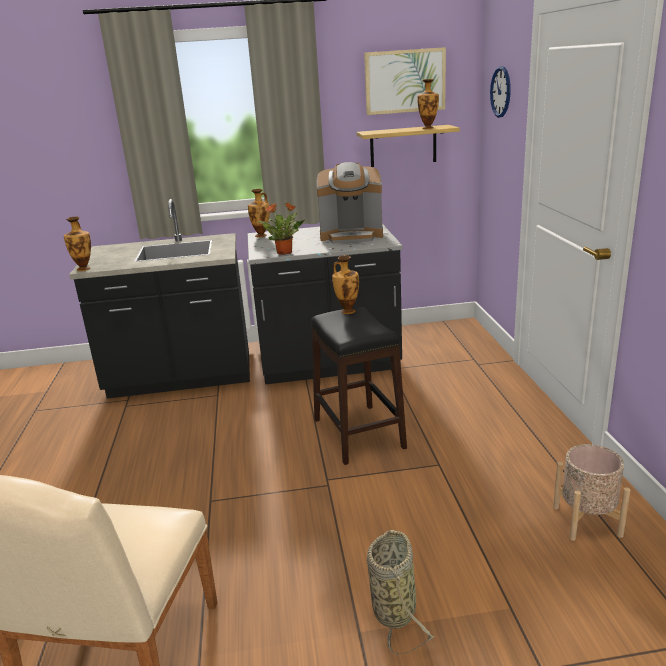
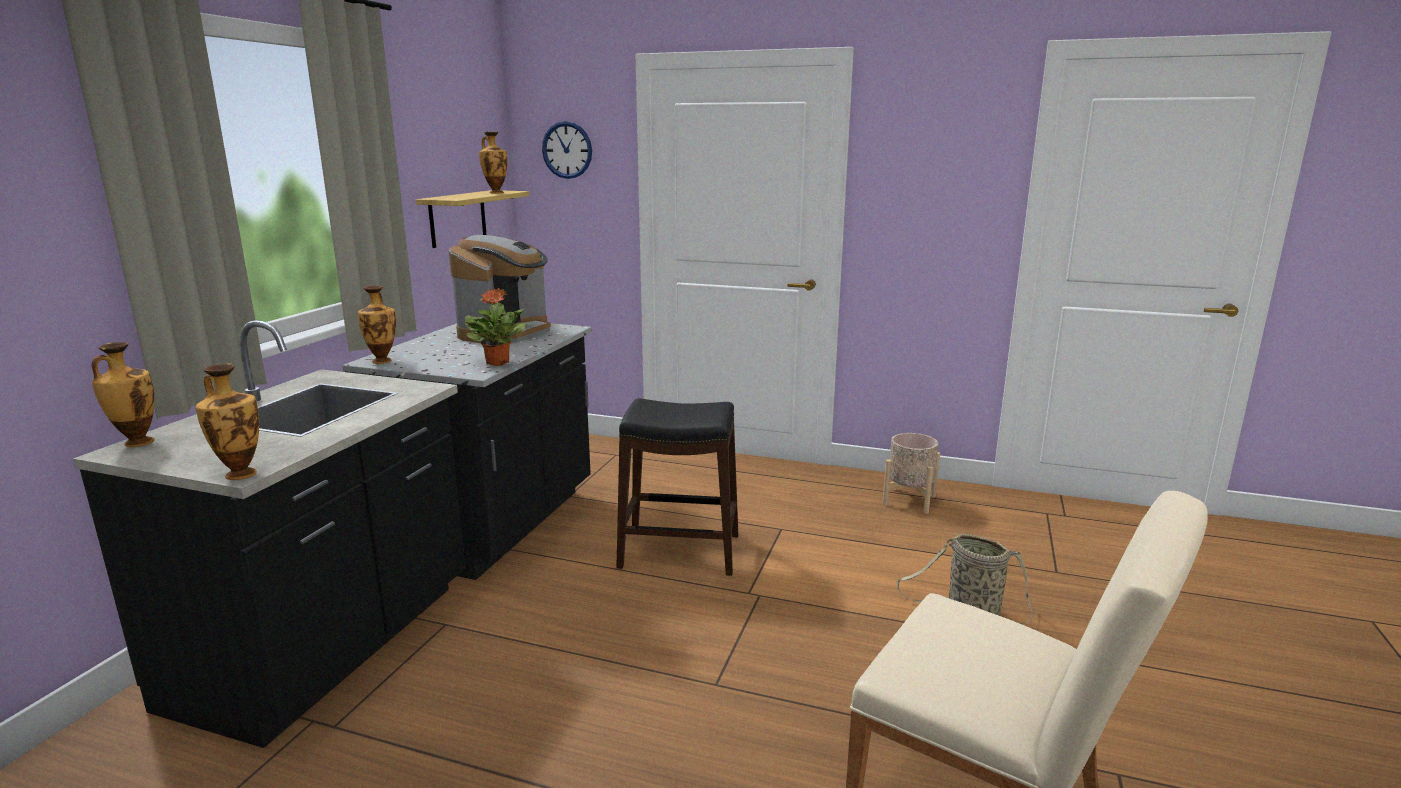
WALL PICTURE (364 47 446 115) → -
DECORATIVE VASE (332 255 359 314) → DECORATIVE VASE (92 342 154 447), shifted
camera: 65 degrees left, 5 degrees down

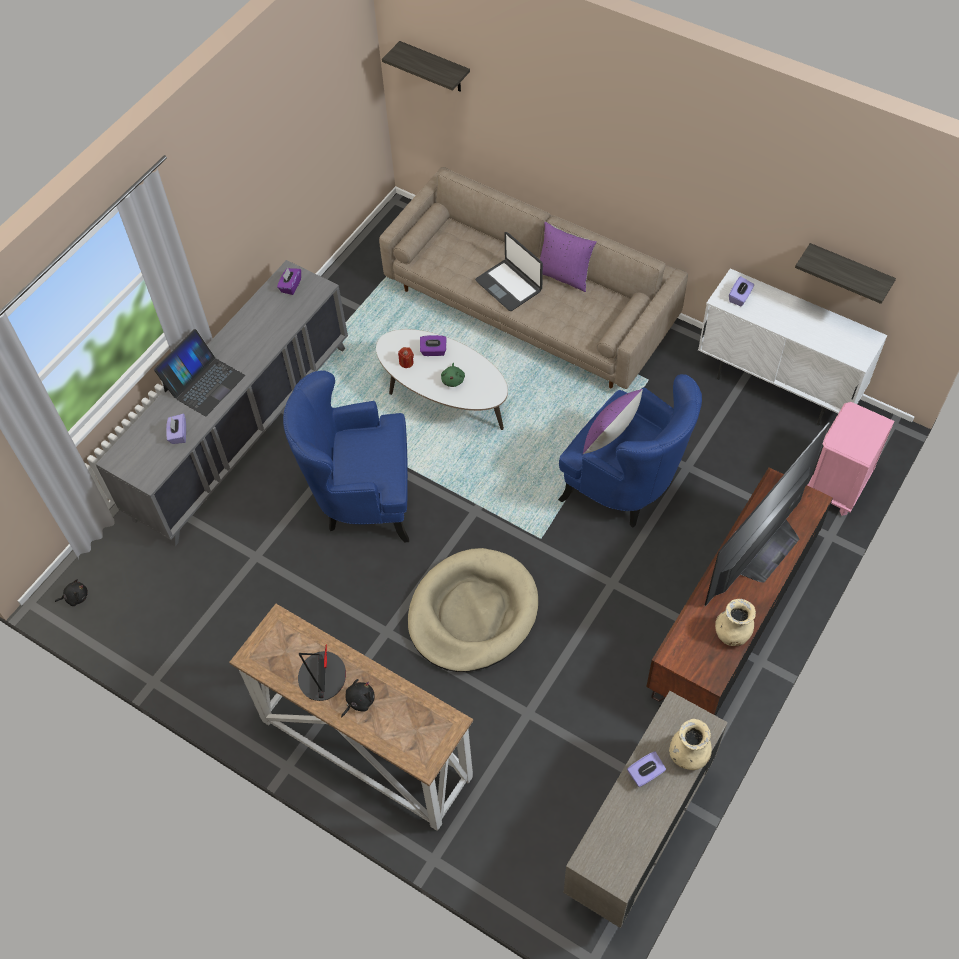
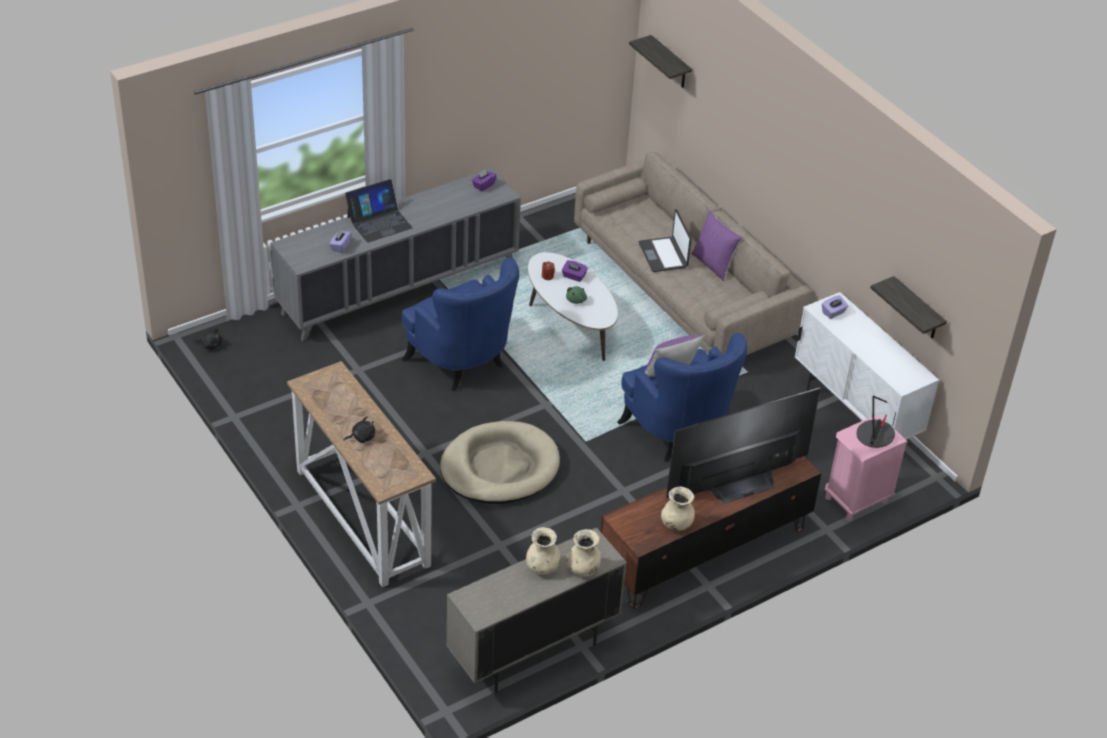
TABLETOP LAMP (298 645 346 701) → TABLETOP LAMP (856 396 895 448), shifted
PURPLISH TISSUE HOLDER (627 751 666 787) → BEIGE DECORATIVE VASE (526 527 561 574)
BLUE ARMCHAIR (283 370 409 542) → BLUE ARMCHAIR (402 258 519 391), 150 degrees counterclockwise
camera: 20 degrees right, 15 degrees down

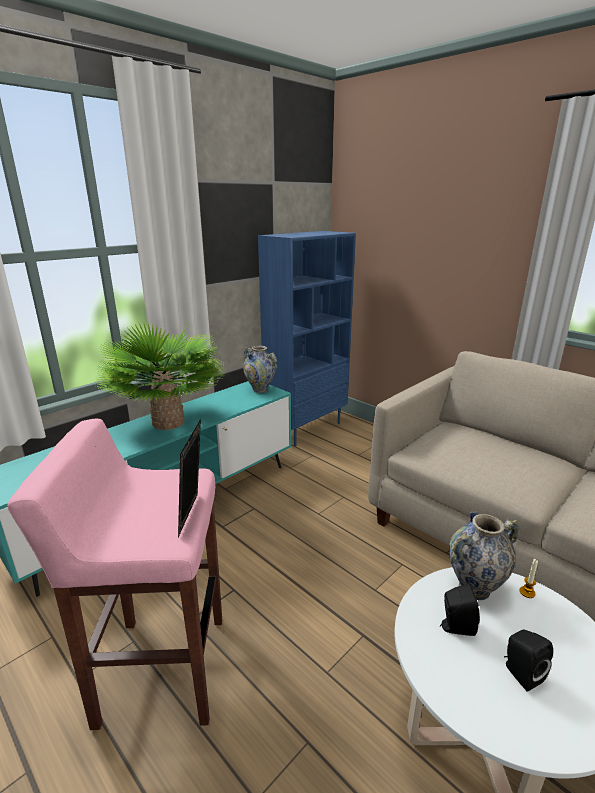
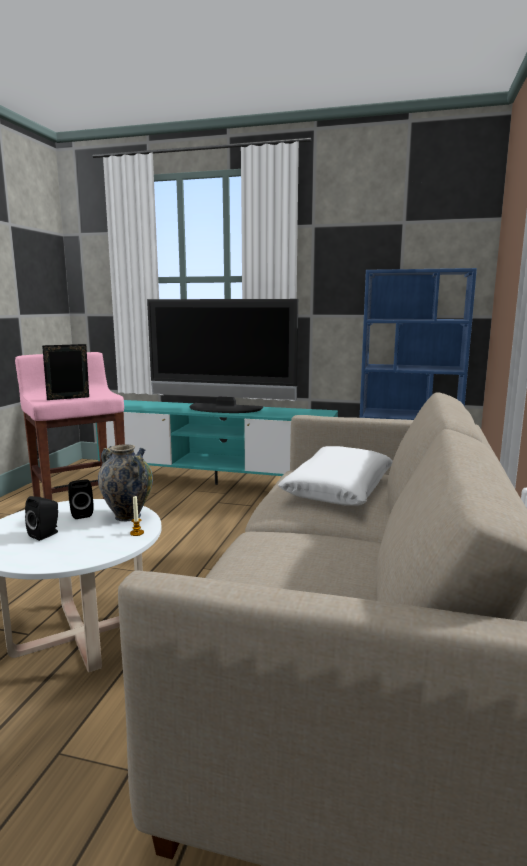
DECORATIVE VASE (243 346 277 393) → -
- → WHITE THROW PILLOW (278 446 393 506)
POTTED PLANT (97 322 225 430) → TV (147 299 298 413)
camera: 60 degrees right, 10 degrees down

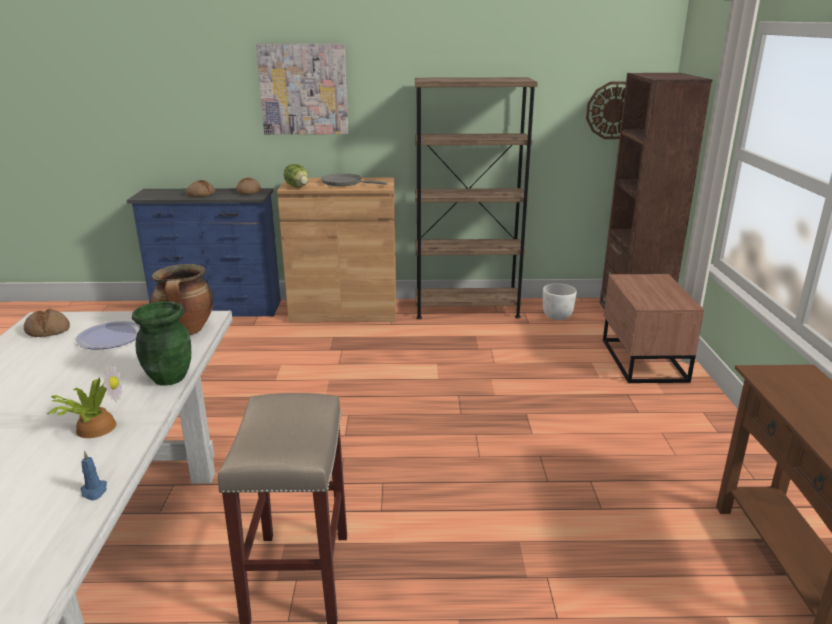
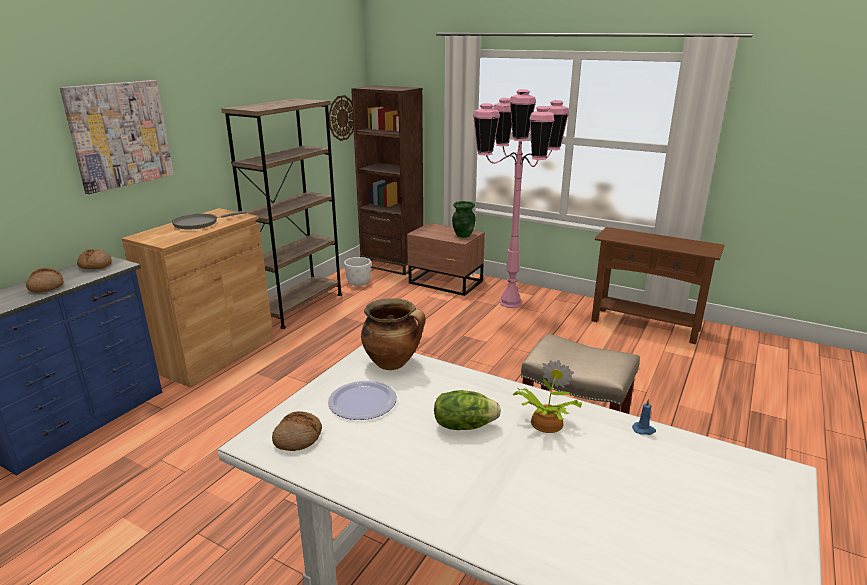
- → PINK STANDARD LAMP (473 89 569 308)
GREENISH DECORATIVE VASE (132 301 191 386) → GREENISH DECORATIVE VASE (452 201 475 238), shifted
HEAD OF LETTUCE (284 164 309 187) → HEAD OF LETTUCE (434 390 501 430), shifted
camera: 60 degrees left, 0 degrees up

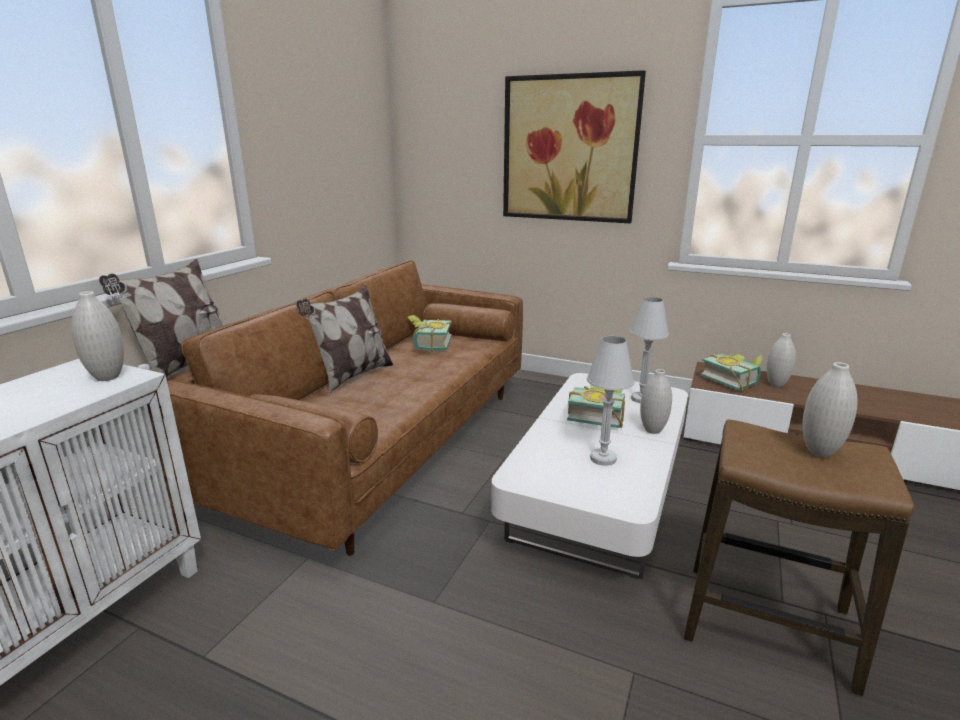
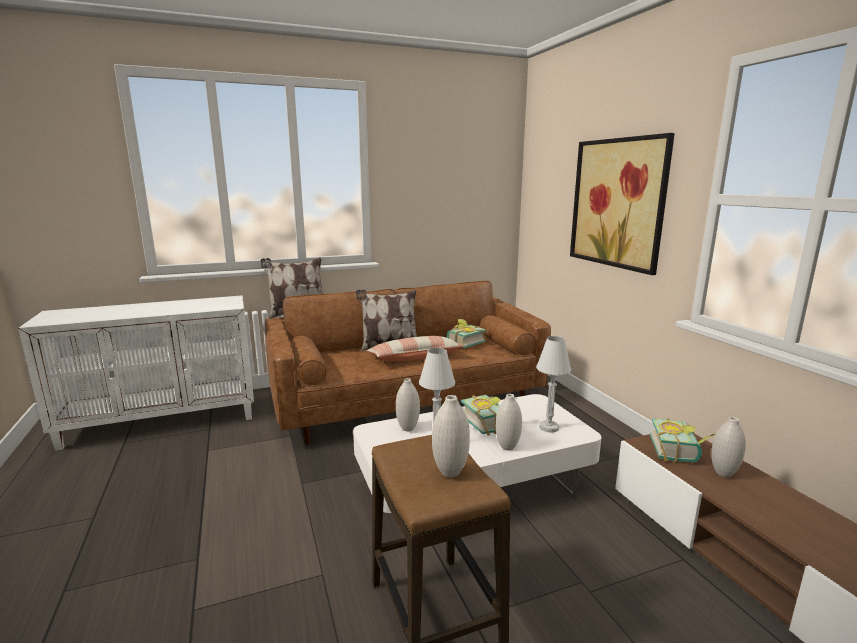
- → THROW PILLOW (367 336 464 362)
WHITE DECORATIVE VASE (71 291 124 381) → WHITE DECORATIVE VASE (396 378 420 431), shifted
camera: 45 degrees right, 5 degrees down

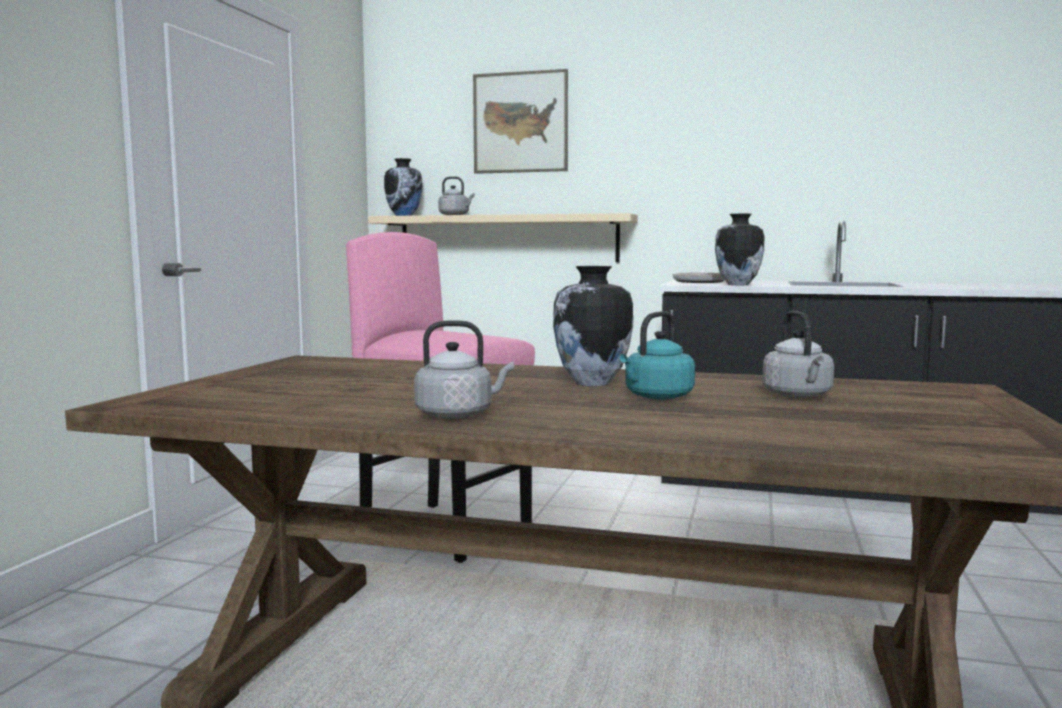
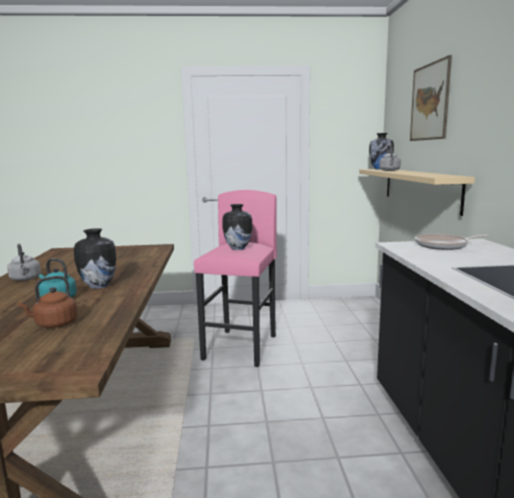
DECORATIVE VASE (715 214 764 285) → DECORATIVE VASE (222 204 253 250), shifted
GREY TEA KETTLE (762 311 834 398) → BROWNISH TEA KETTLE (18 276 78 328)
camera: 70 degrees right, 5 degrees up

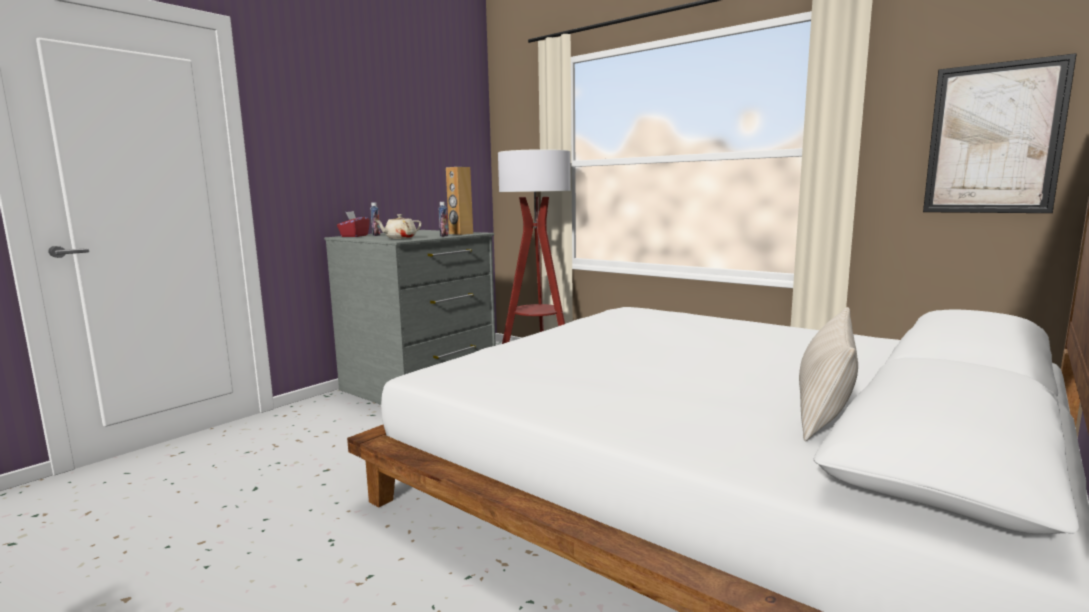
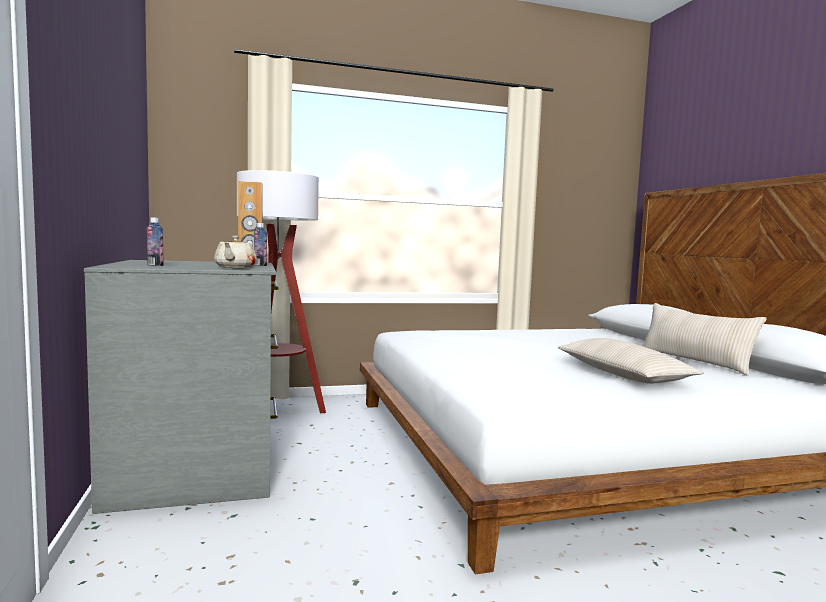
RED TISSUE HOLDER (337 211 370 237) → -
WALL PICTURE (923 53 1077 213) → -
- → BEIGE THROW PILLOW (558 338 704 384)
camera: 55 degrees left, 5 degrees down

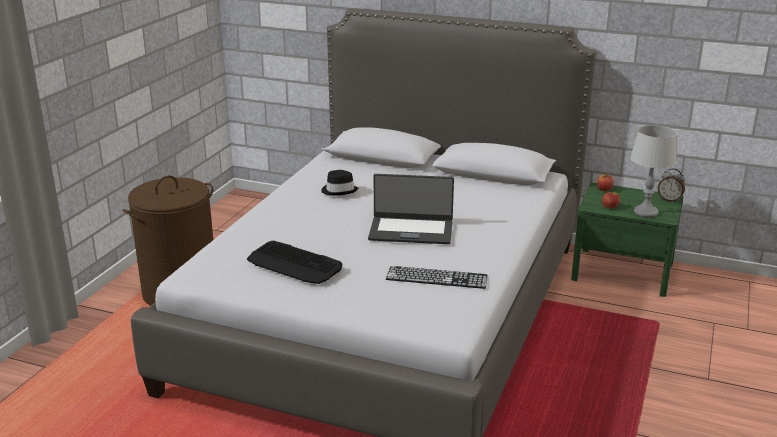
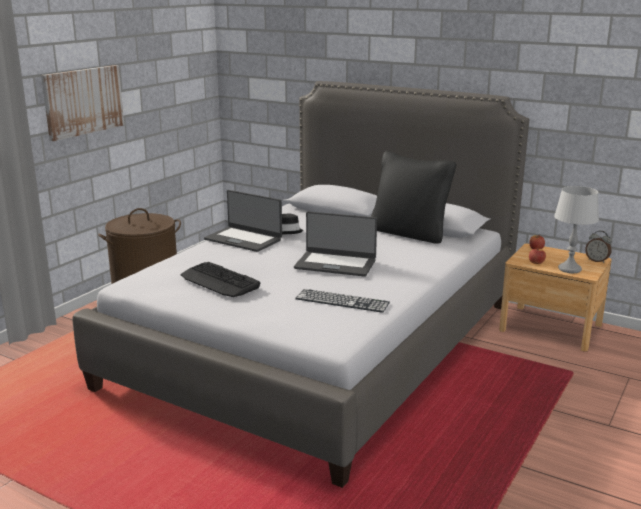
- → WALL PICTURE (41 65 124 141)
- → LAPTOP (204 190 282 252)
- → BLACKISH THROW PILLOW (371 151 457 244)
GREENISH BEDSIDE TABLE (571 183 683 297) → BROWNISH BEDSIDE TABLE (499 243 612 352)
camera: 10 degrees right, 5 degrees down

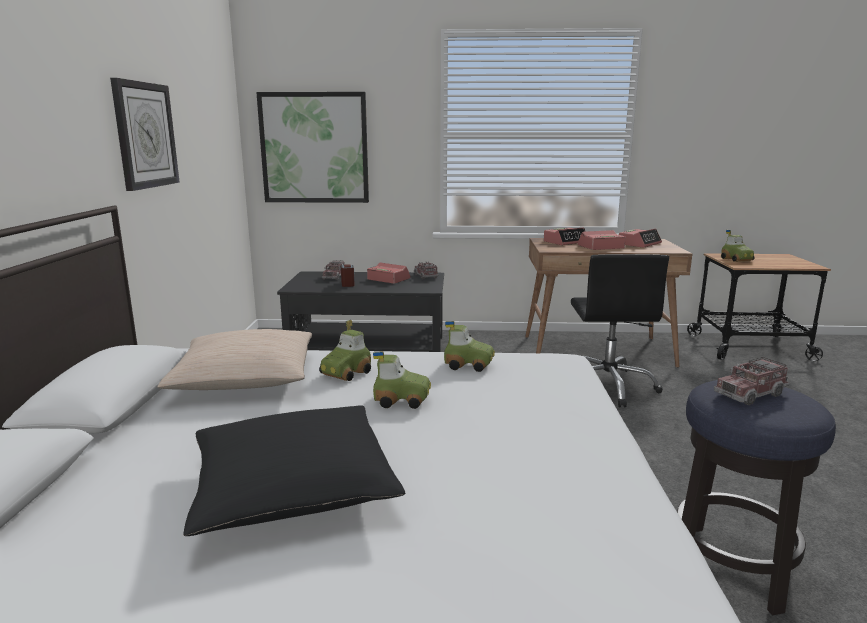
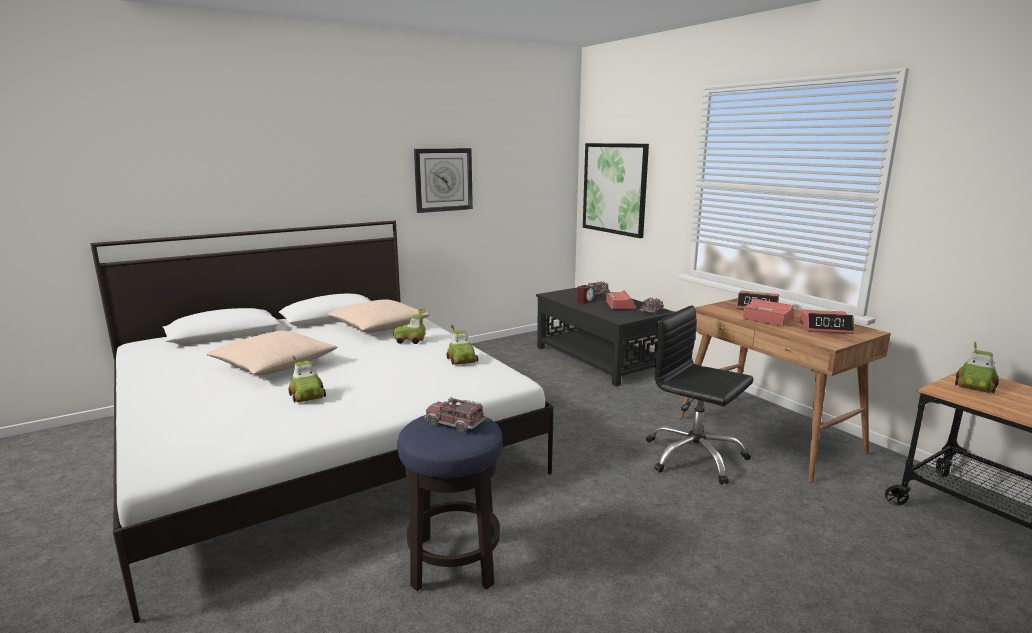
MINIATURE CAR (373 351 431 409) → MINIATURE CAR (289 355 326 403), shifted
BLACKISH THROW PILLOW (183 405 405 536) → BEIGE THROW PILLOW (207 331 337 375)
BLACKISH OFFICE CHAIR (571 254 669 407) → BLACKISH OFFICE CHAIR (646 305 753 485), 75 degrees clockwise
camera: 55 degrees right, 0 degrees up

